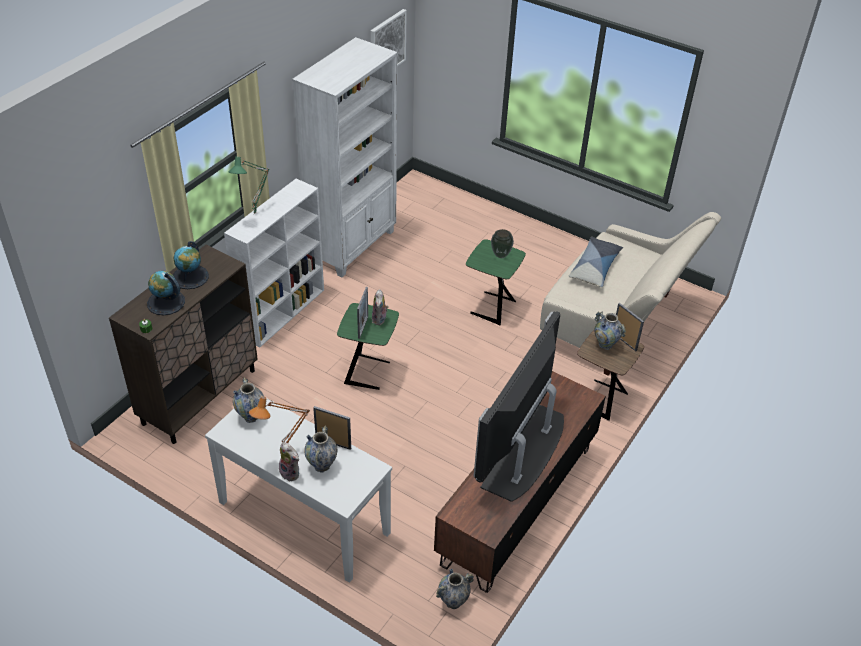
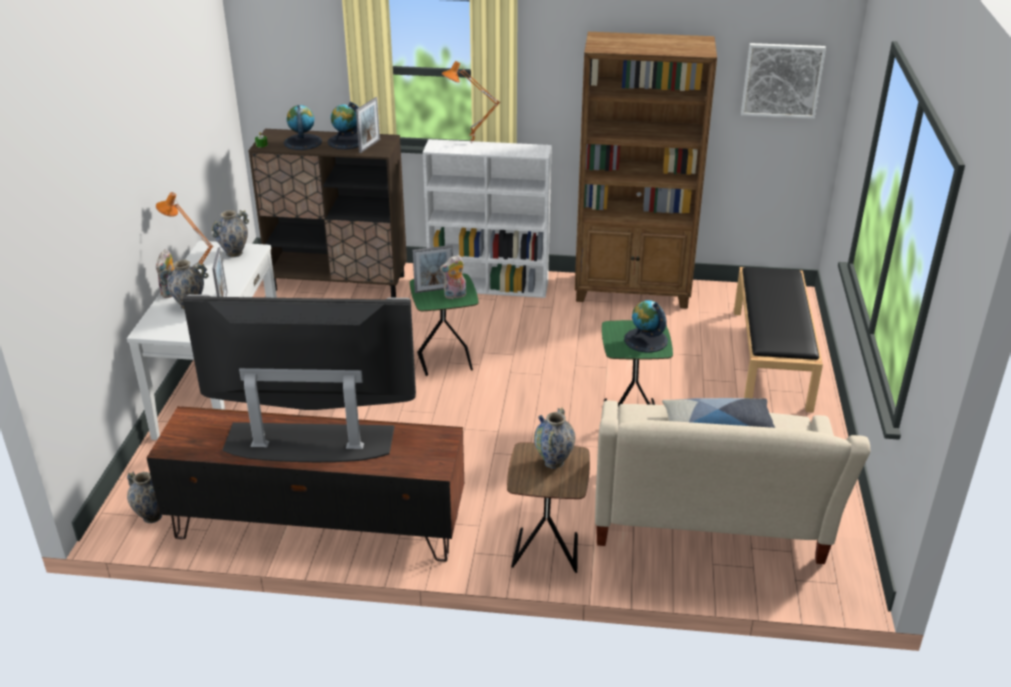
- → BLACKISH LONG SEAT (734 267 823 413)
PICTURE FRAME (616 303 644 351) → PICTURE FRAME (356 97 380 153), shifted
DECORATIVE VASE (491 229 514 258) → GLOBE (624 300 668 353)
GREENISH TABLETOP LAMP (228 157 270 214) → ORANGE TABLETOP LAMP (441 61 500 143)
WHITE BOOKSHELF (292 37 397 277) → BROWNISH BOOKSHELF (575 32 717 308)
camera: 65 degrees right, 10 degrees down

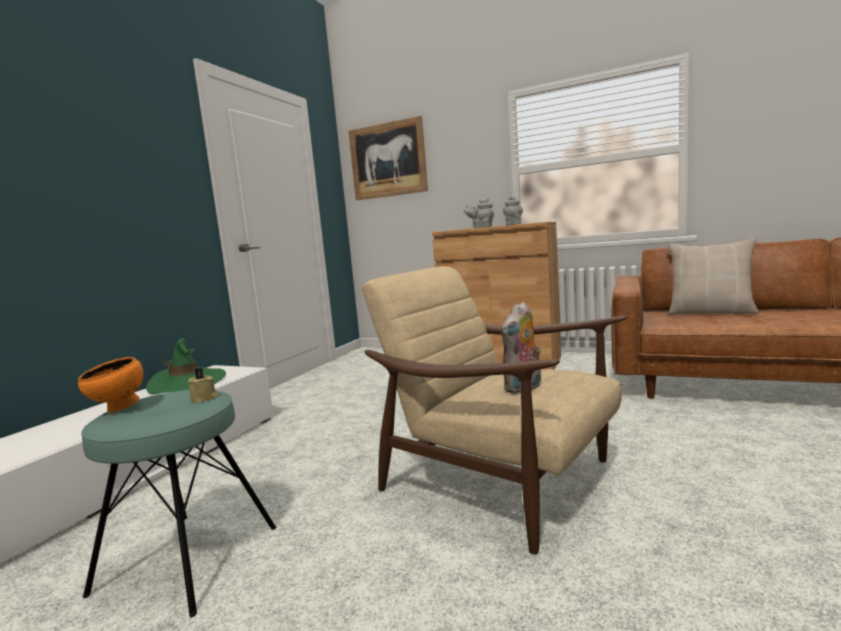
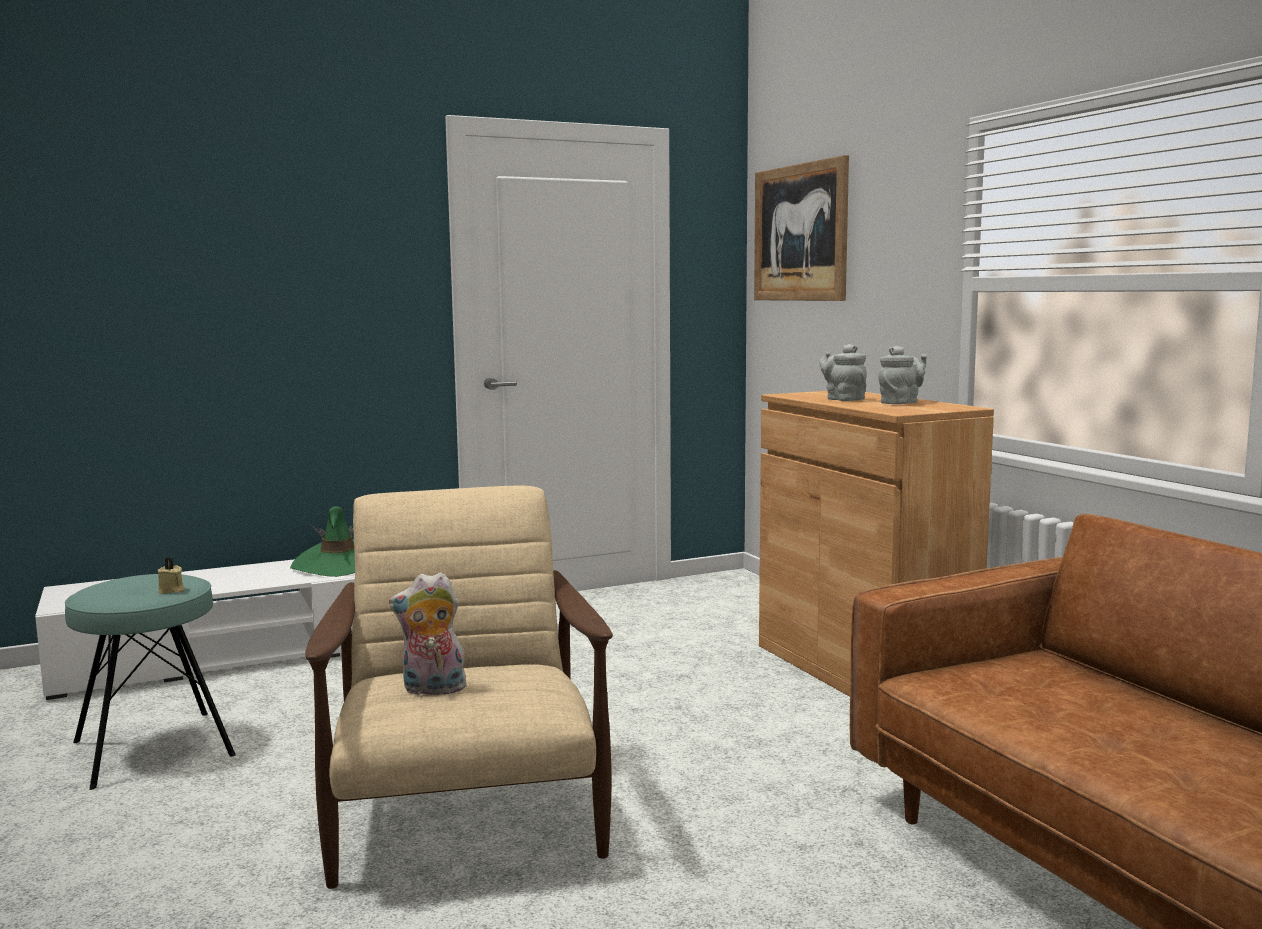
ORANGE BOWL (78 357 143 413) → -
BEIGE THROW PILLOW (668 238 759 314) → -
camera: 40 degrees right, 0 degrees up

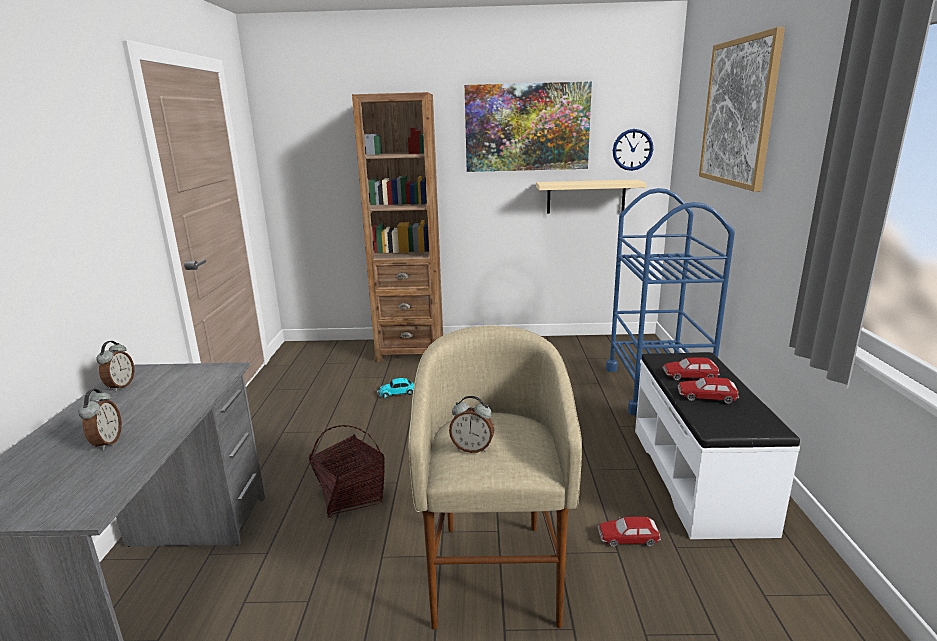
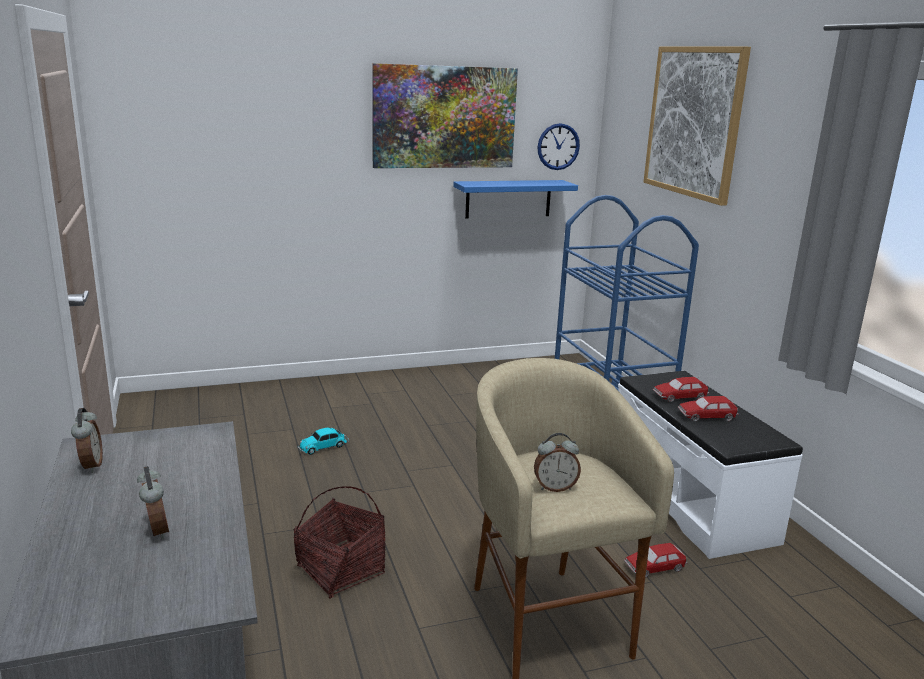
BROWNISH BOOKSHELF (352 92 443 362) → -
BEIGE BRACKET SHELF (536 180 646 214) → BLUE BRACKET SHELF (453 180 578 218)
camera: 20 degrees left, 0 degrees up

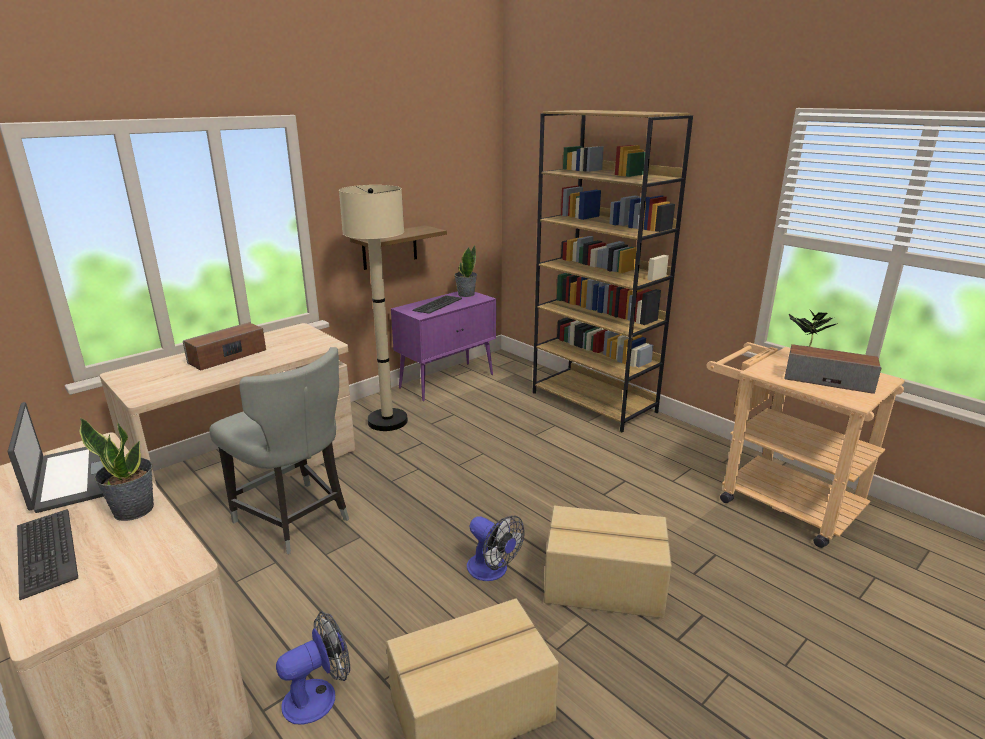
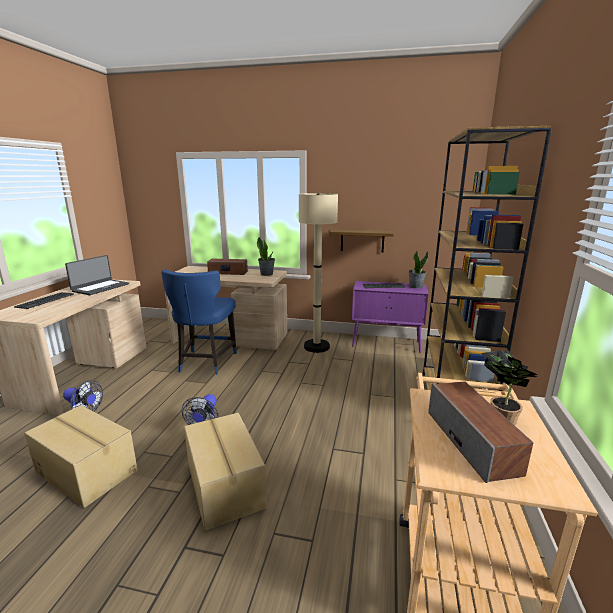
POTTED PLANT (80 417 154 521) → POTTED PLANT (257 237 275 276), shifted
GREY CHAIR (210 347 349 554) → BLUE CHAIR (161 269 237 374)
camera: 55 degrees right, 5 degrees down

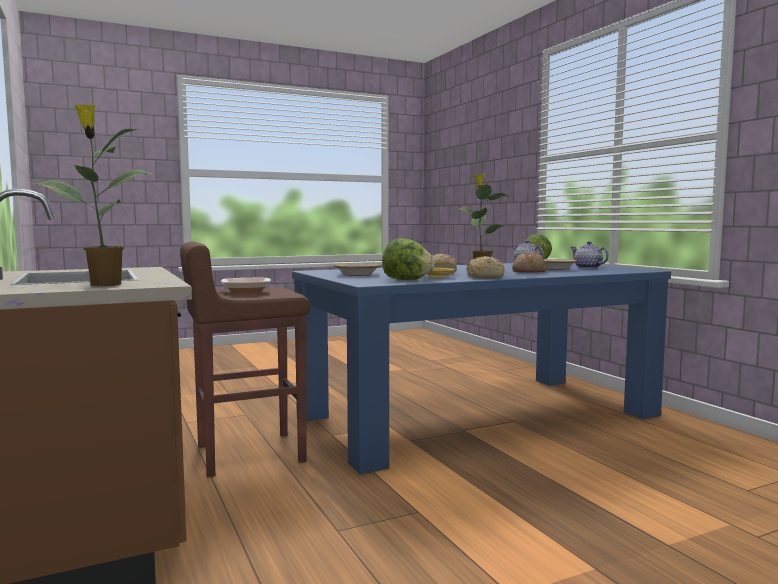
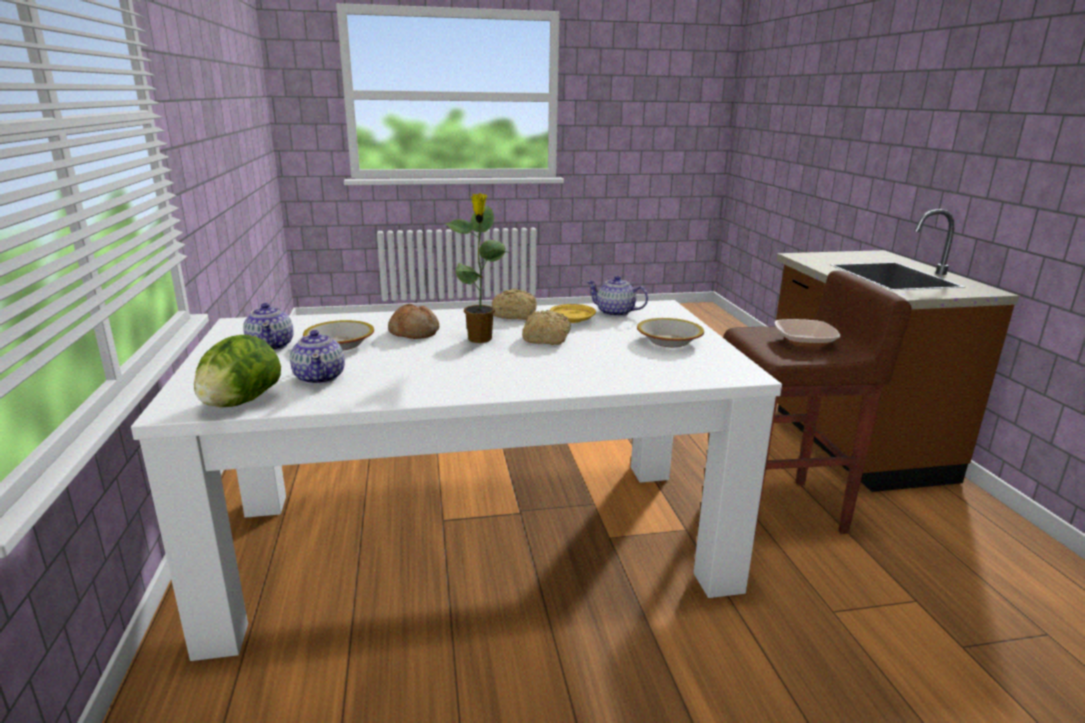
POTTED PLANT (33 104 155 286) → -
HEAD OF LETTUCE (382 238 435 280) → TEAPOT (586 275 648 317)
BLUE DINING TABLE (292 263 671 474) → WHITE DINING TABLE (131 300 782 661)
camera: 165 degrees left, 15 degrees up

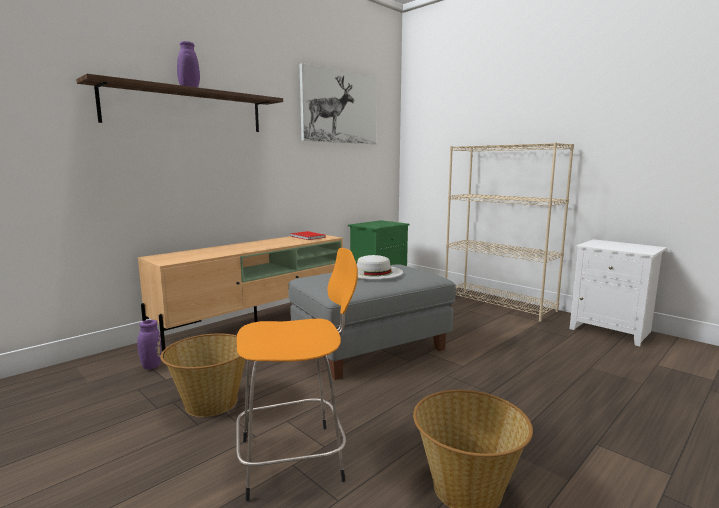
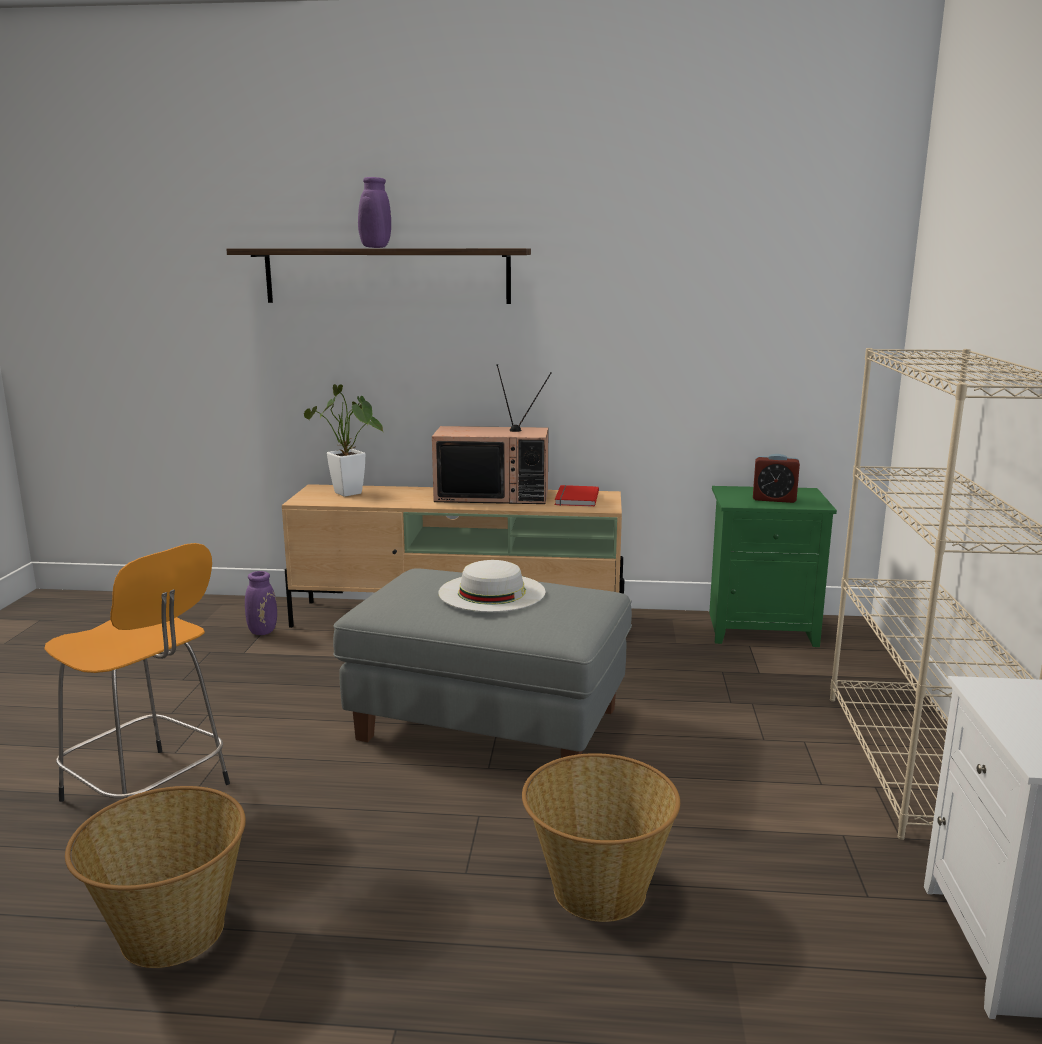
WALL PICTURE (300 63 377 144) → -
- → POTTED PLANT (304 384 383 497)
- → TV (432 364 552 504)
- → TABLE CLOCK (753 454 800 503)
HOUSEHOLD BASKET (160 333 246 417) → HOUSEHOLD BASKET (522 753 680 922), shifted
camera: 50 degrees right, 5 degrees up

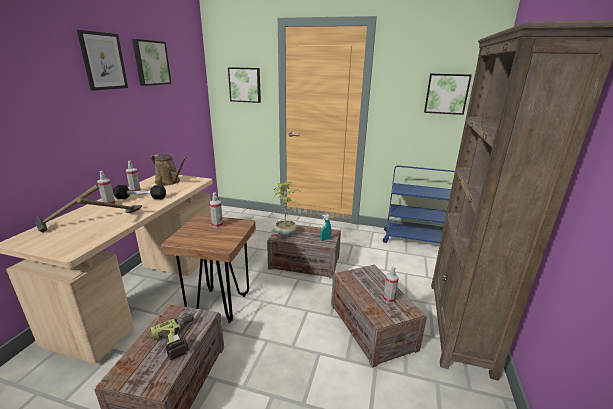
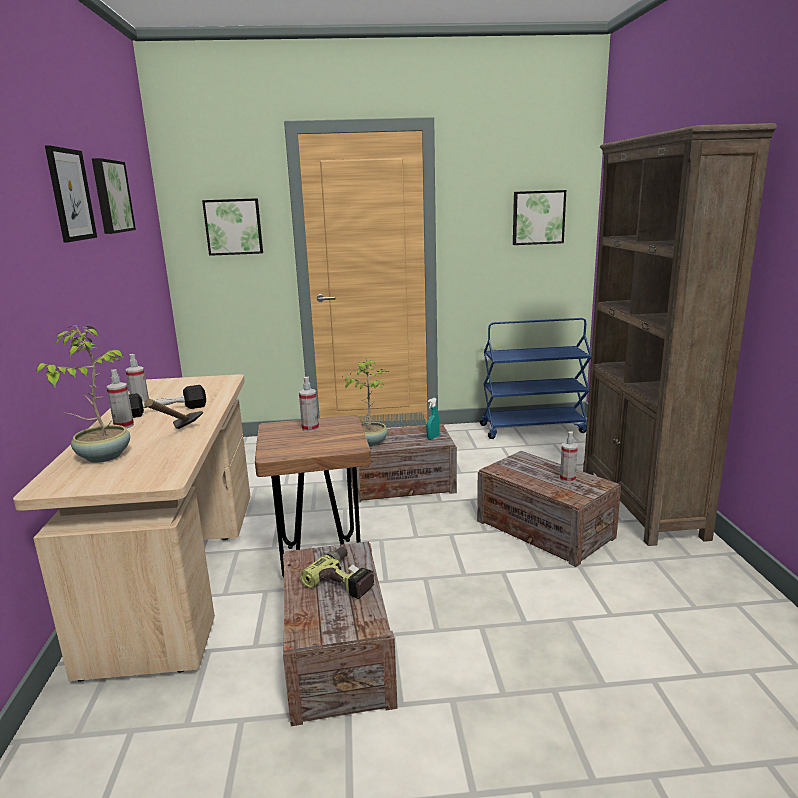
BROWNISH WATERING CAN (151 154 187 186) → -
HAMMER (35 185 99 233) → POTTED PLANT (37 325 130 463)
camera: 20 degrees left, 5 degrees down

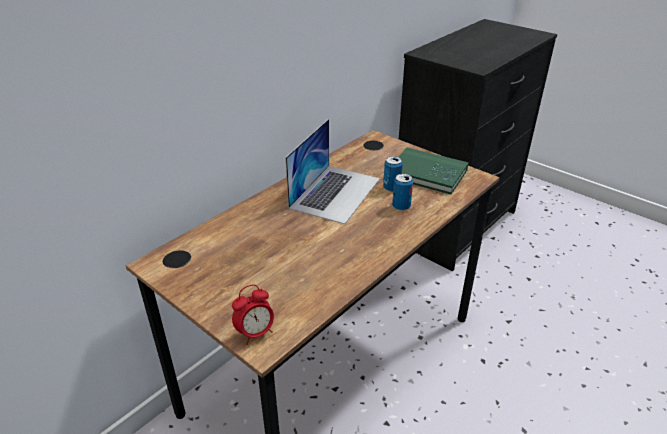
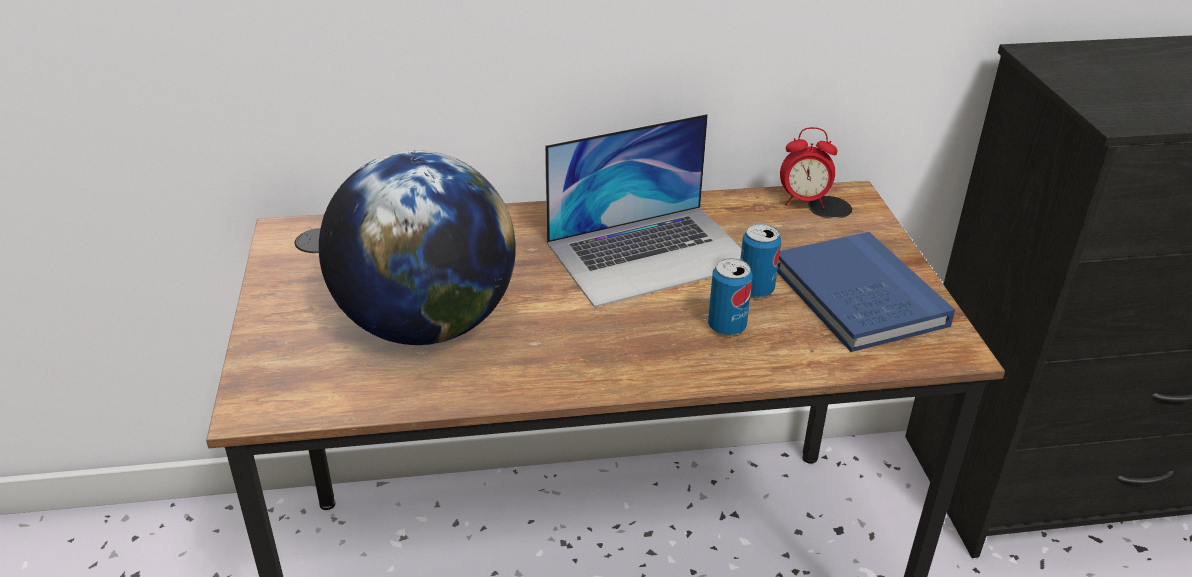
- → GLOBE (319 150 516 345)
TABLE CLOCK (232 285 274 345) → TABLE CLOCK (780 127 837 208), shifted
GREENISH BOOK (399 148 469 194) → BLUE BOOK (777 232 955 352)
camera: 40 degrees right, 0 degrees up

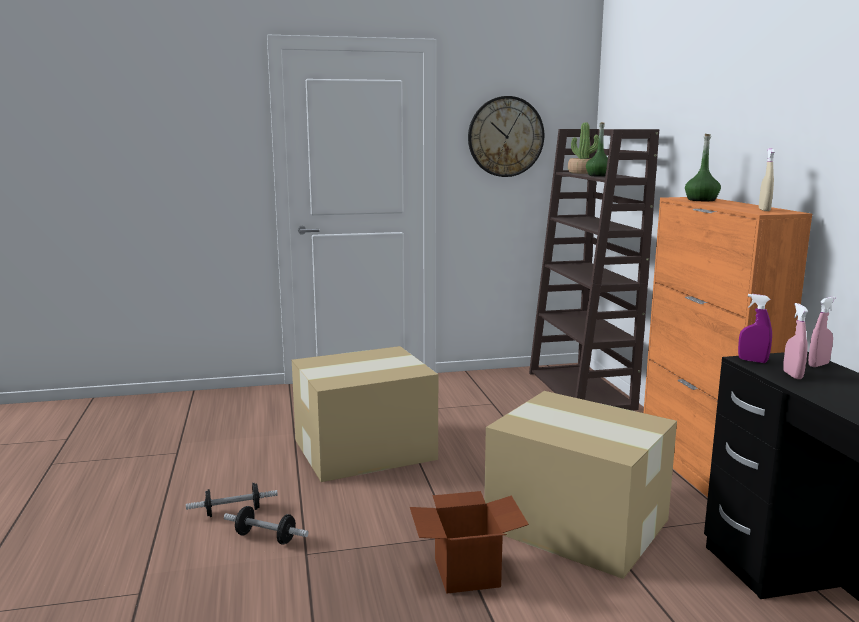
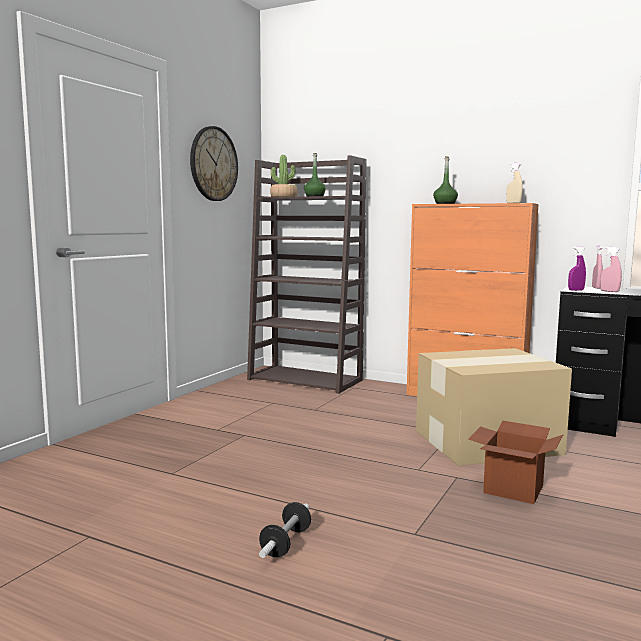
DUMBBELL (224 506 308 545) → -
CARDBOARD BOX (292 346 438 482) → -
camera: 50 degrees left, 5 degrees down

